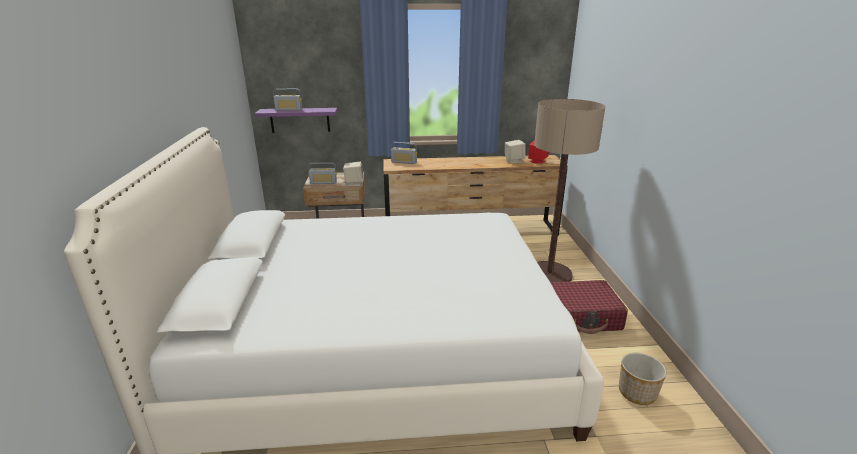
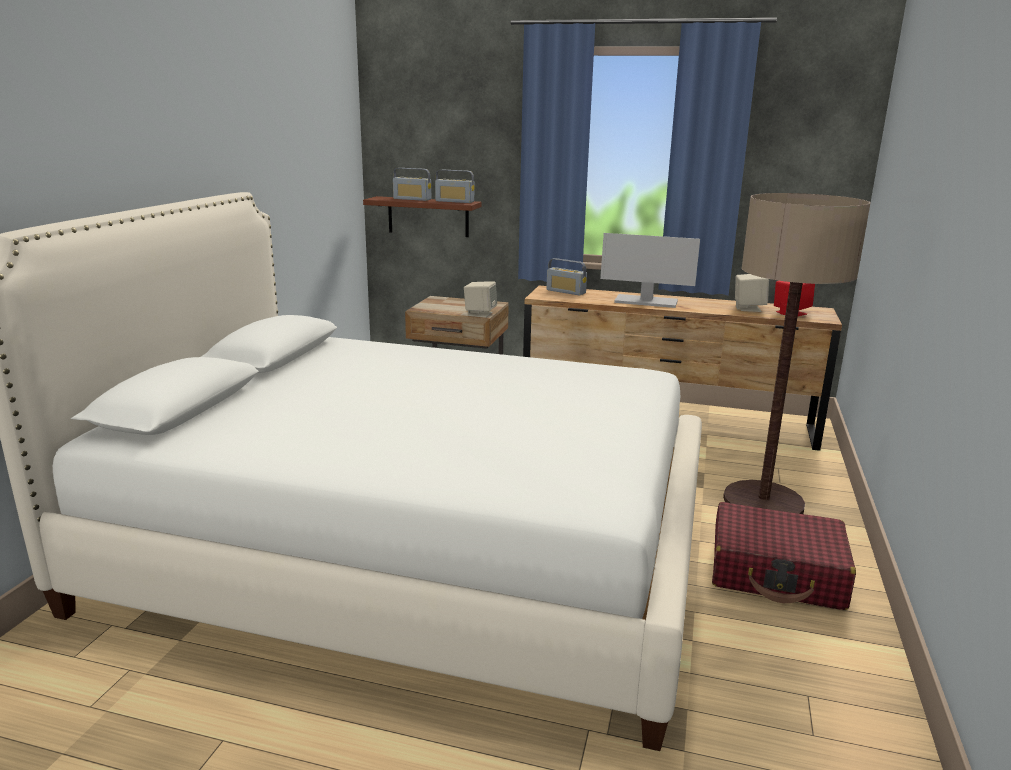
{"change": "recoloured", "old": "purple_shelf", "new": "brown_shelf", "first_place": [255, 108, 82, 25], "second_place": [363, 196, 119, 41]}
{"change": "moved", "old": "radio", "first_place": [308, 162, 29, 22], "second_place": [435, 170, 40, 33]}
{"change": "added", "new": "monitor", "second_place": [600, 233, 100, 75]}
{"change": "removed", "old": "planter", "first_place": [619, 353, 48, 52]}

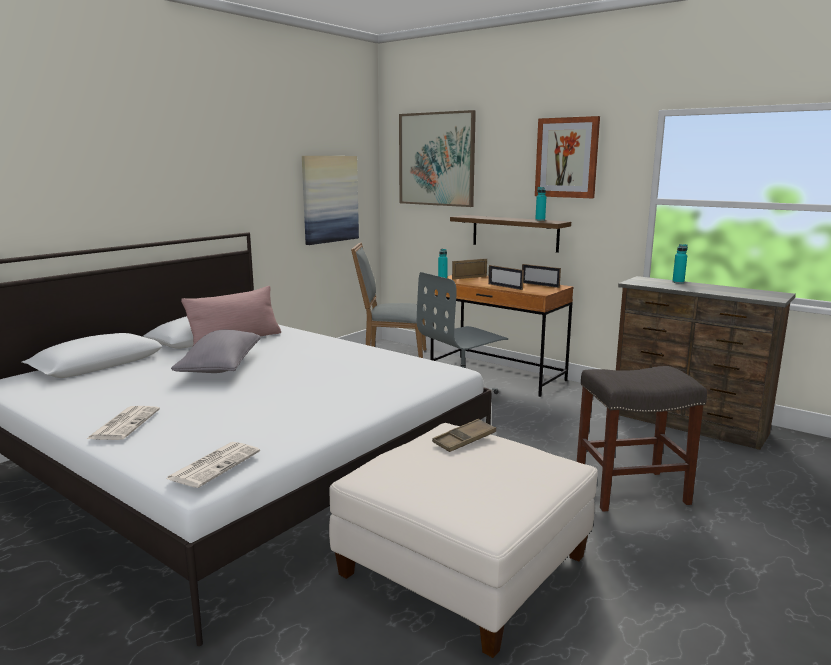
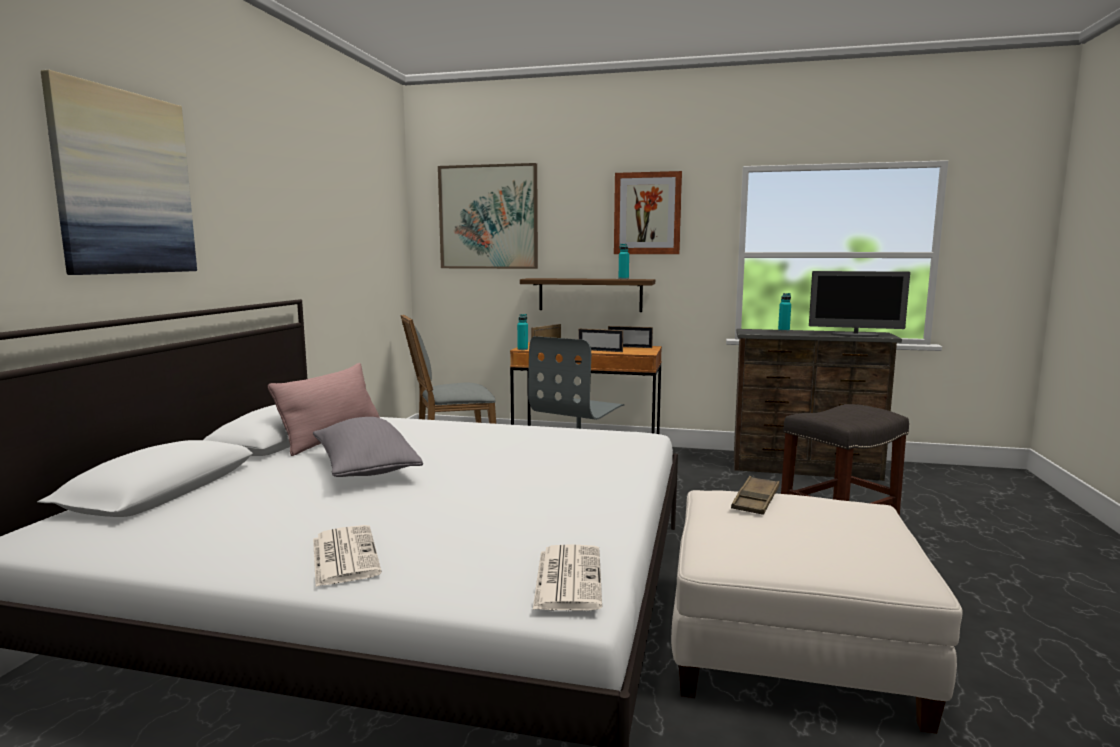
{"change": "moved", "old": "picture", "first_place": [302, 156, 57, 89], "second_place": [41, 70, 156, 205]}
{"change": "added", "new": "monitor", "second_place": [809, 271, 101, 66]}

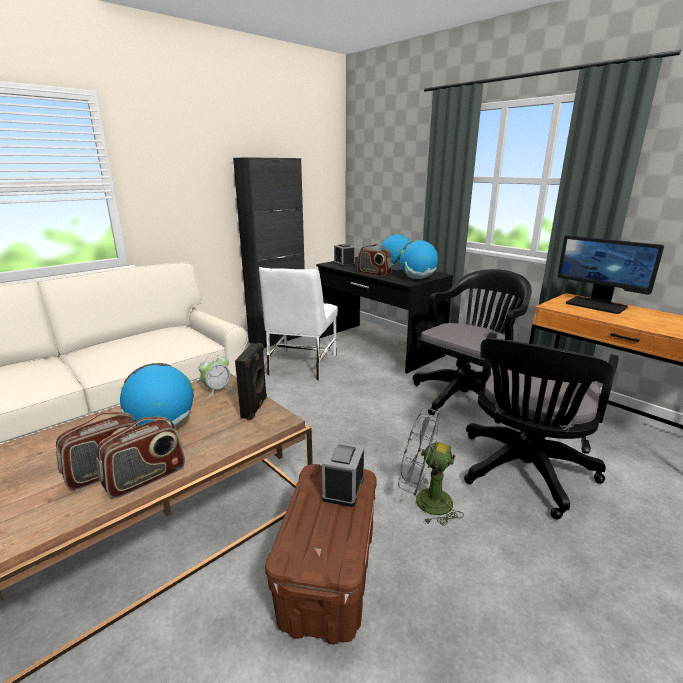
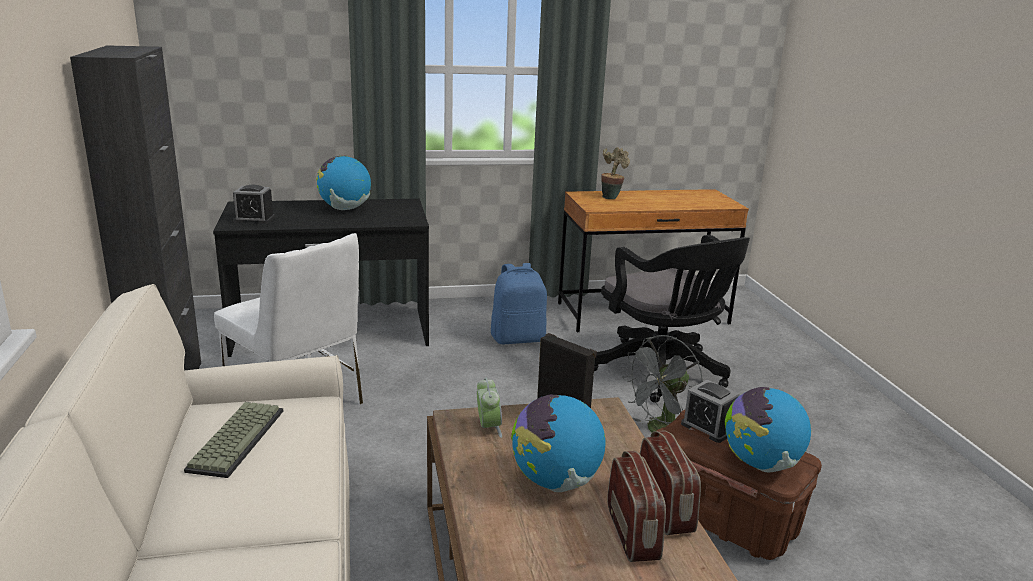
{"change": "added", "new": "keyboard", "second_place": [184, 402, 99, 76]}
{"change": "replaced", "old": "black_office_chair", "new": "blue_backpack", "first_place": [413, 269, 119, 155], "second_place": [491, 263, 56, 81]}
{"change": "replaced", "old": "monitor", "new": "potted_plant", "first_place": [557, 235, 107, 79], "second_place": [601, 147, 29, 52]}
{"change": "moved", "old": "globe", "first_place": [400, 240, 38, 39], "second_place": [725, 387, 86, 85]}
{"change": "removed", "old": "radio", "first_place": [357, 244, 35, 33]}

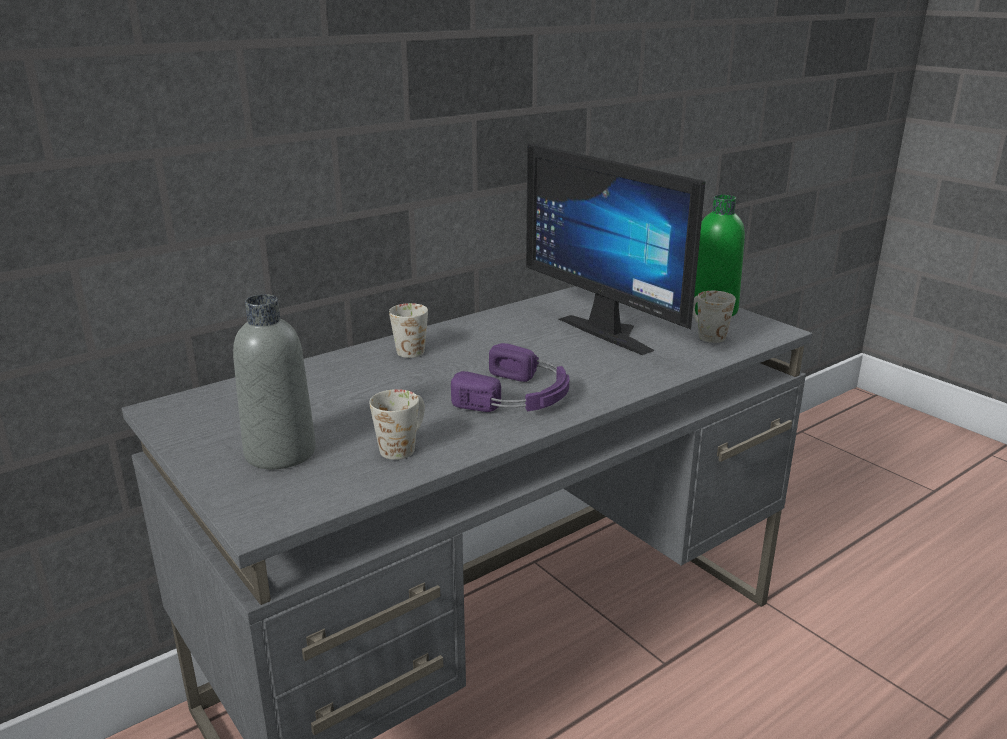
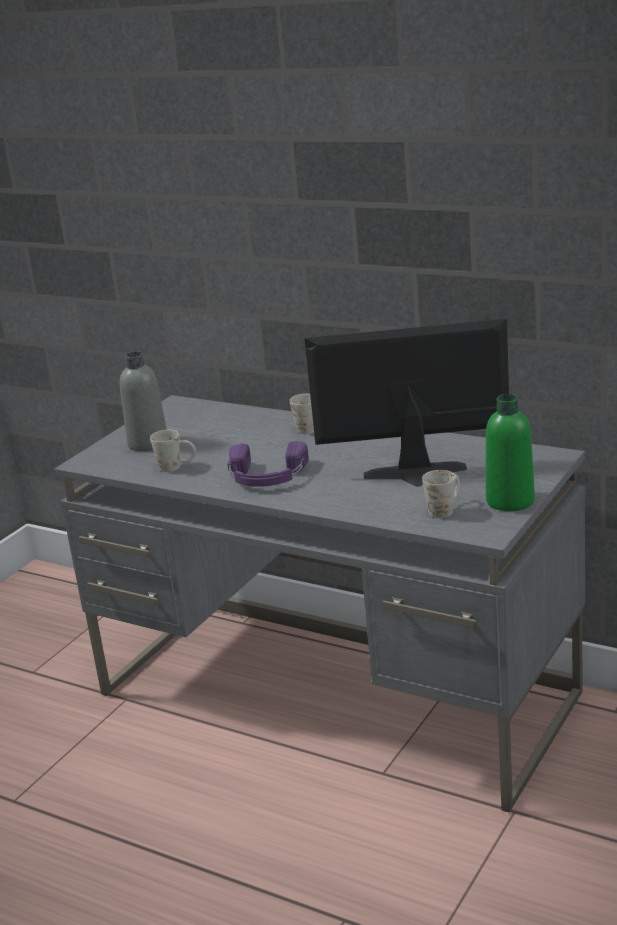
{"change": "turned", "old": "monitor", "first_place": [526, 143, 180, 212], "second_place": [305, 319, 204, 168], "degrees": 60}

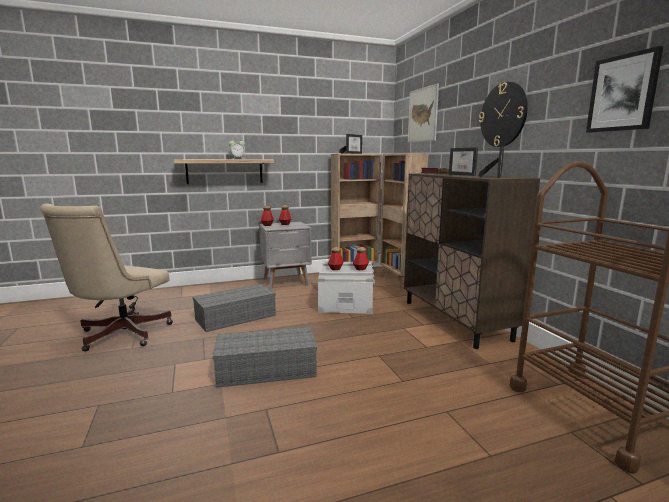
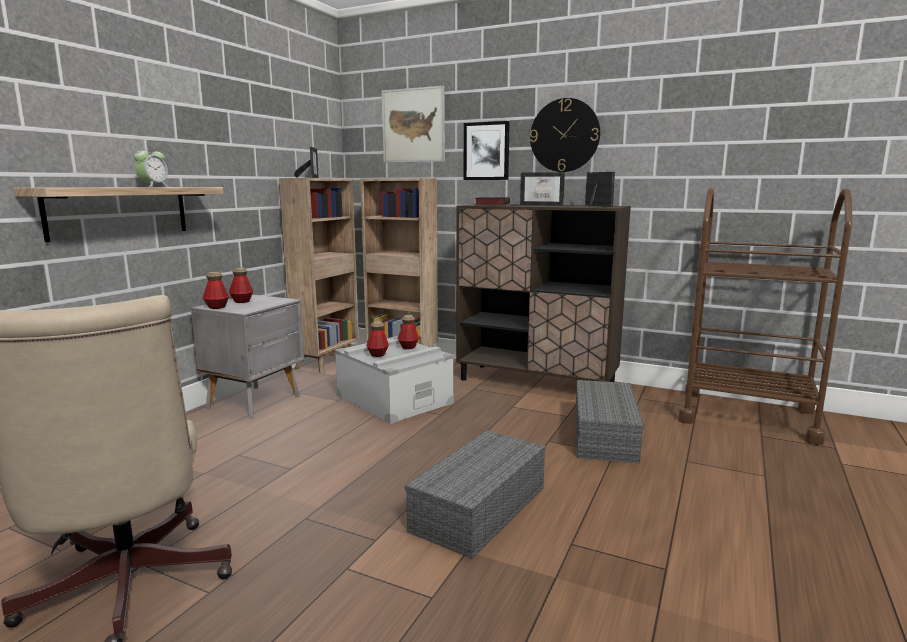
{"change": "moved", "old": "picture", "first_place": [586, 46, 77, 87], "second_place": [464, 121, 46, 59]}
{"change": "moved", "old": "grey_storage_box", "first_place": [193, 284, 83, 48], "second_place": [575, 380, 69, 84]}

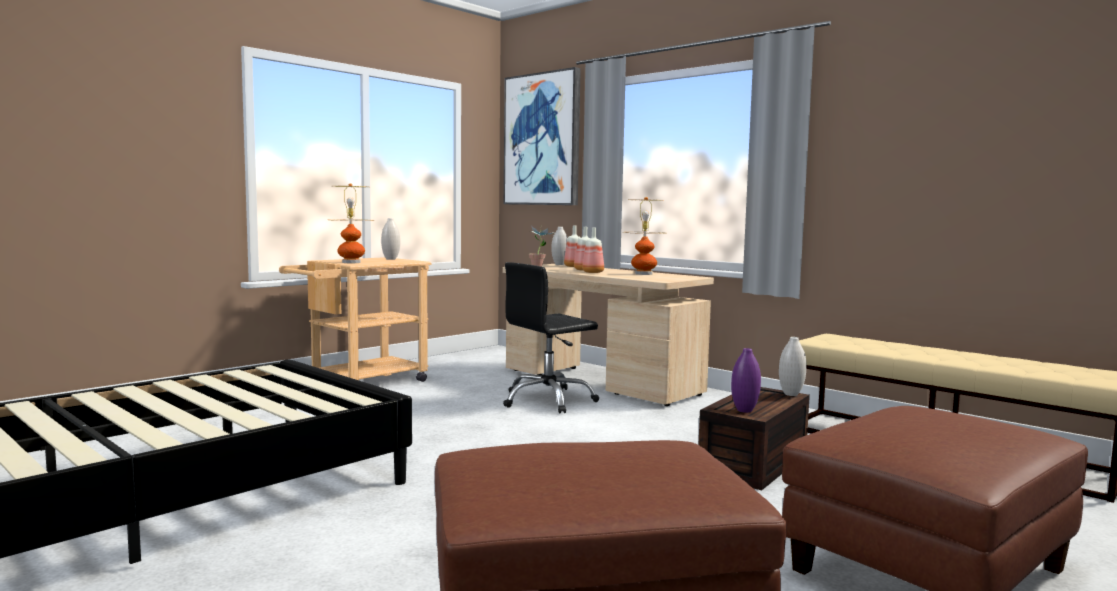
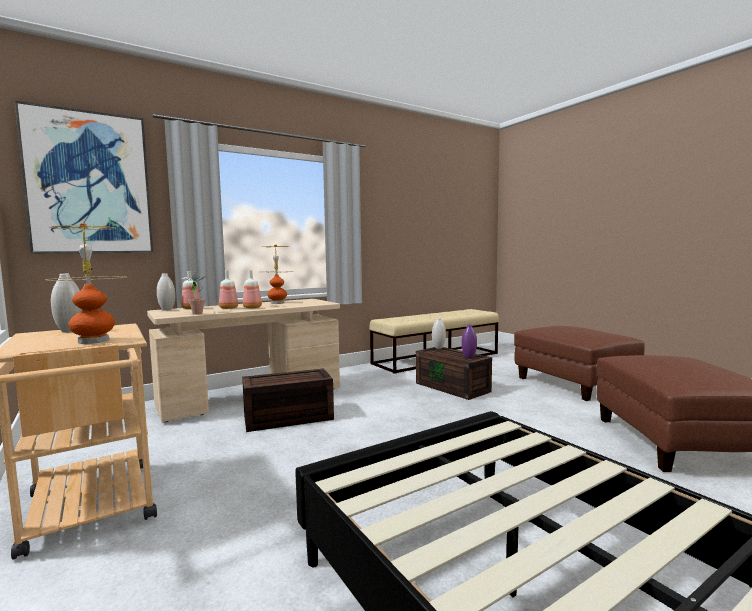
{"change": "replaced", "old": "black_office_chair", "new": "brown_storage_box", "first_place": [503, 262, 96, 151], "second_place": [242, 368, 92, 64]}

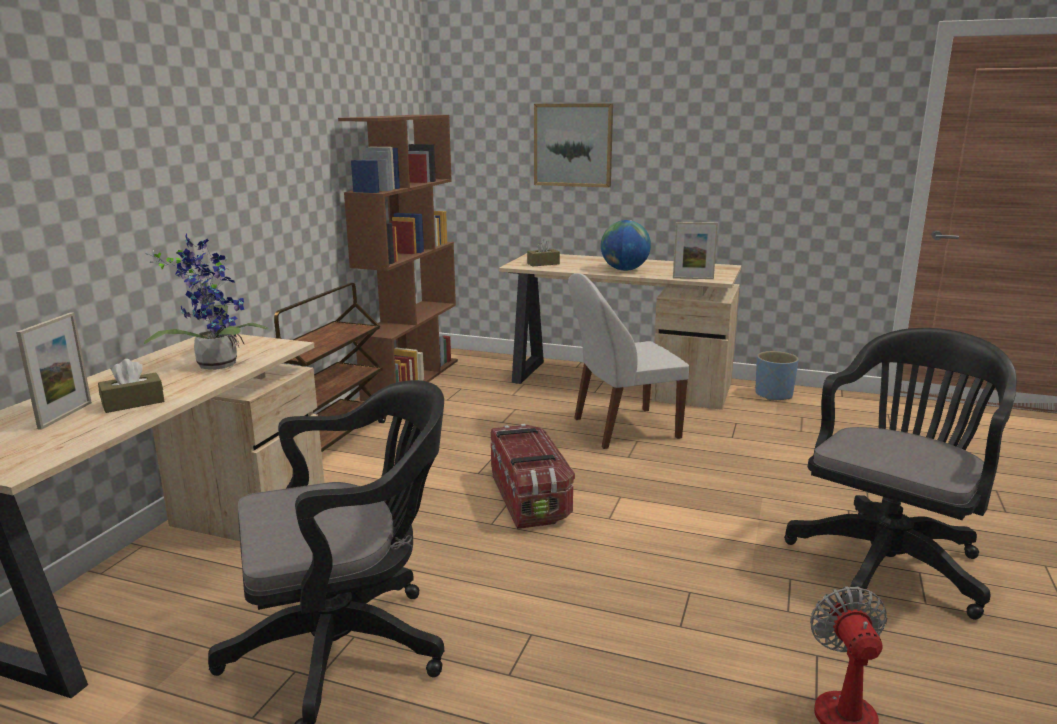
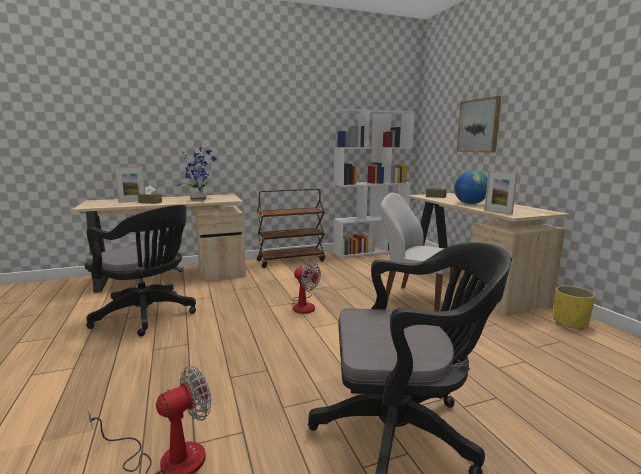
{"change": "replaced", "old": "storage_box", "new": "fan", "first_place": [491, 424, 84, 105], "second_place": [291, 262, 30, 52]}
{"change": "recoloured", "old": "brown_bookcase", "new": "white_bookcase", "first_place": [338, 115, 120, 286], "second_place": [333, 109, 82, 149]}
{"change": "recoloured", "old": "blue_planter", "new": "yellow_planter", "first_place": [755, 351, 44, 50], "second_place": [553, 285, 43, 45]}

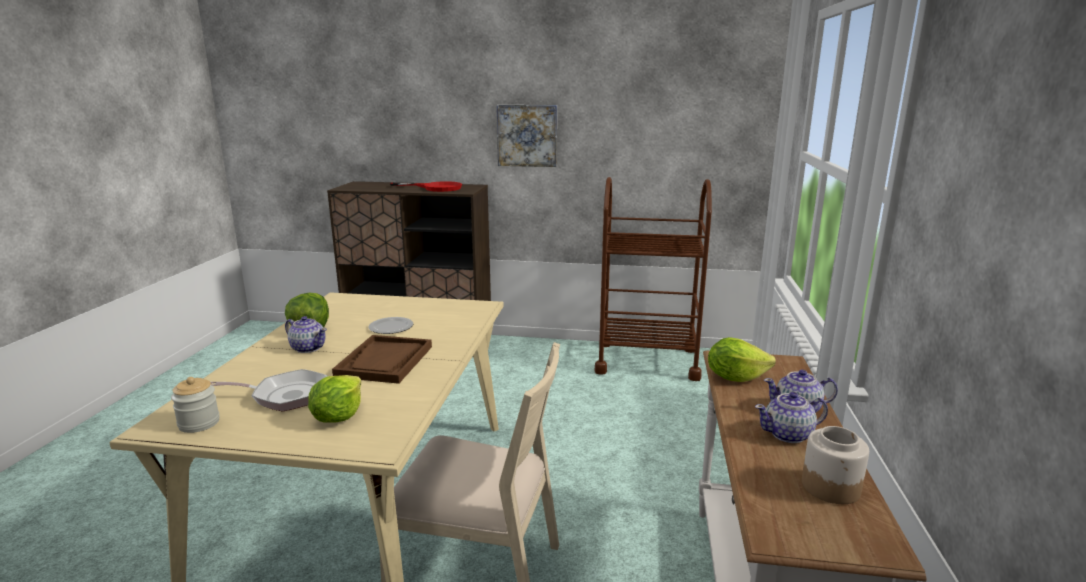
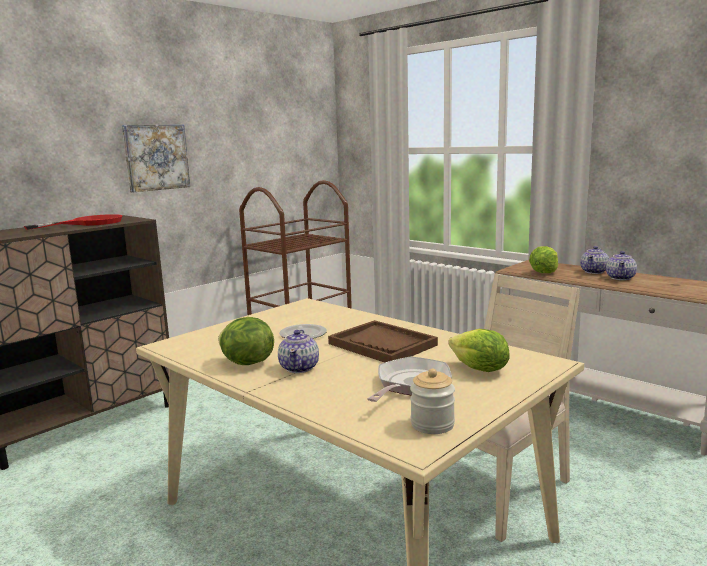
{"change": "turned", "old": "teapot", "first_place": [285, 316, 42, 37], "second_place": [278, 329, 41, 44], "degrees": 120}
{"change": "removed", "old": "jar", "first_place": [802, 426, 67, 78]}

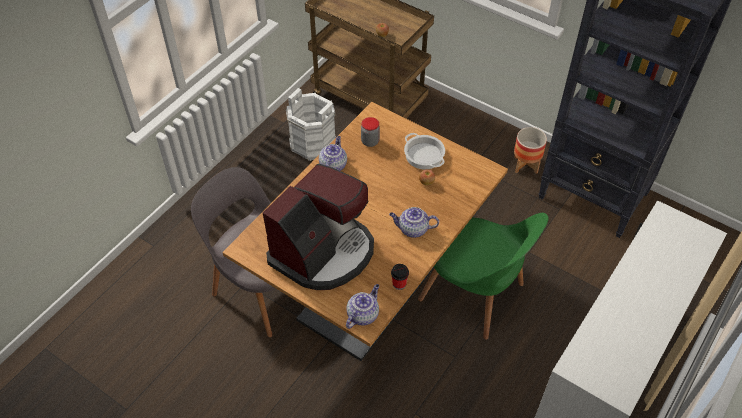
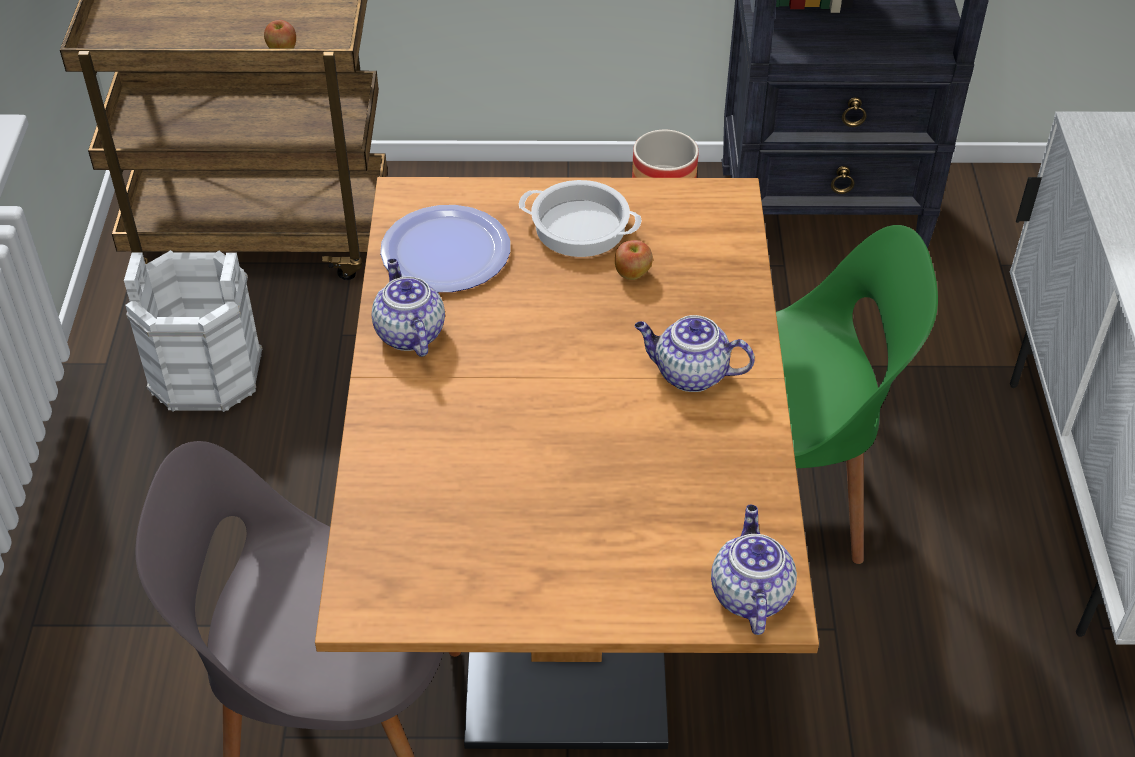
{"change": "replaced", "old": "jar", "new": "plate", "first_place": [361, 117, 19, 30], "second_place": [380, 205, 130, 87]}
{"change": "turned", "old": "teapot", "first_place": [389, 207, 50, 31], "second_place": [635, 315, 120, 77], "degrees": 45}
{"change": "removed", "old": "coffee_machine", "first_place": [263, 164, 111, 126]}
{"change": "removed", "old": "cup", "first_place": [391, 264, 18, 26]}

